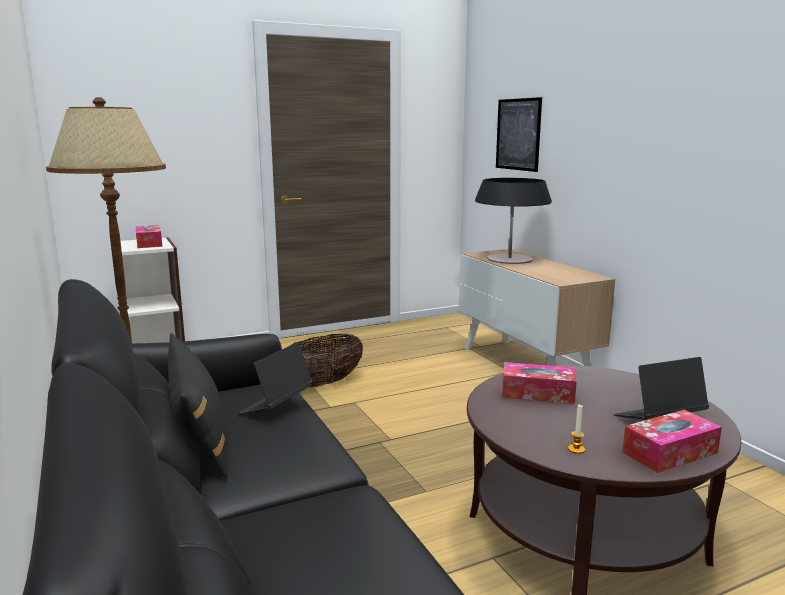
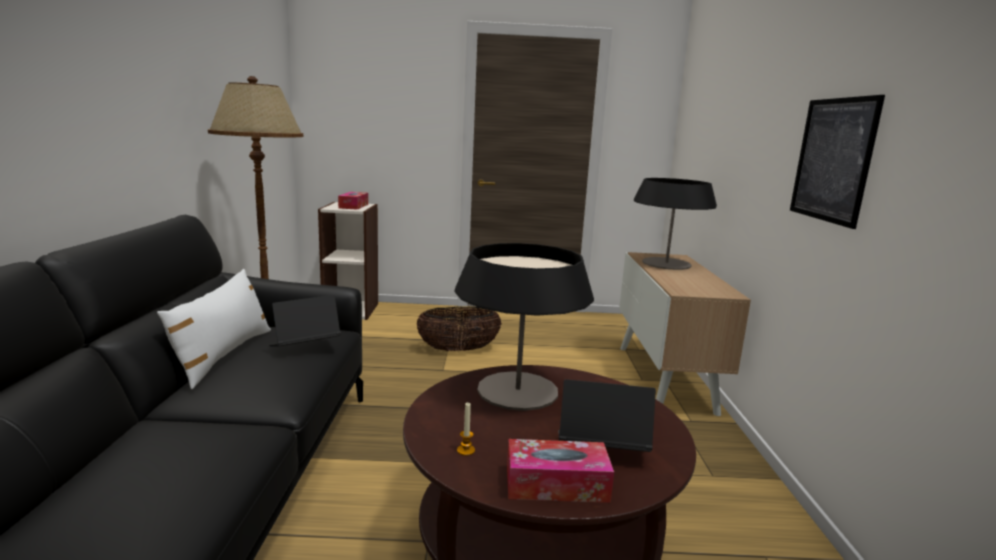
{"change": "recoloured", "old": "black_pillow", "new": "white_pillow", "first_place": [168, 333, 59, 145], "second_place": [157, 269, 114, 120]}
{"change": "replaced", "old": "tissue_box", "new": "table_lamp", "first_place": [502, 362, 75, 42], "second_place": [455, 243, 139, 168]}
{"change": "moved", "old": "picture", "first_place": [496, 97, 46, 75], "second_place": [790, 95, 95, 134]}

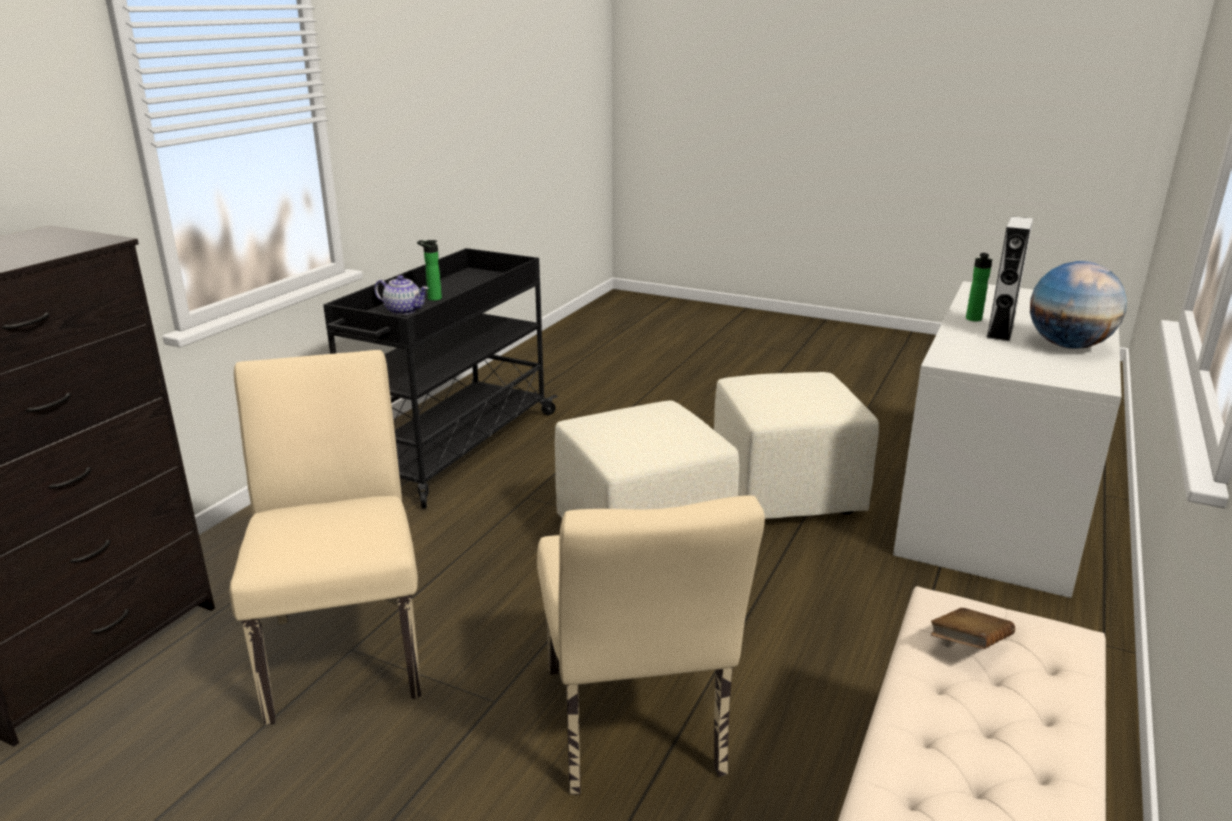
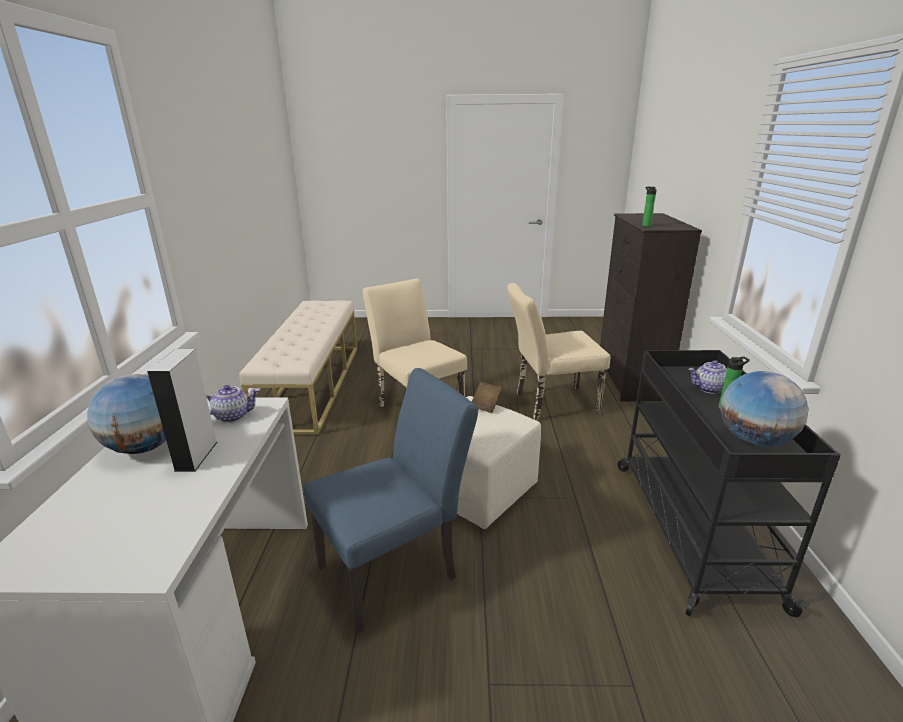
{"change": "added", "new": "teapot", "second_place": [206, 385, 54, 38]}
{"change": "replaced", "old": "beige_ottoman", "new": "blue_chair", "first_place": [714, 372, 165, 147], "second_place": [304, 368, 174, 266]}
{"change": "moved", "old": "brown_book", "first_place": [931, 608, 84, 41], "second_place": [472, 382, 30, 31]}
{"change": "turned", "old": "beige_chair", "first_place": [230, 350, 192, 375], "second_place": [507, 283, 103, 138], "degrees": 120}
{"change": "moved", "old": "bottle", "first_place": [966, 253, 26, 69], "second_place": [642, 187, 15, 40]}
{"change": "added", "new": "globe", "second_place": [720, 371, 89, 76]}

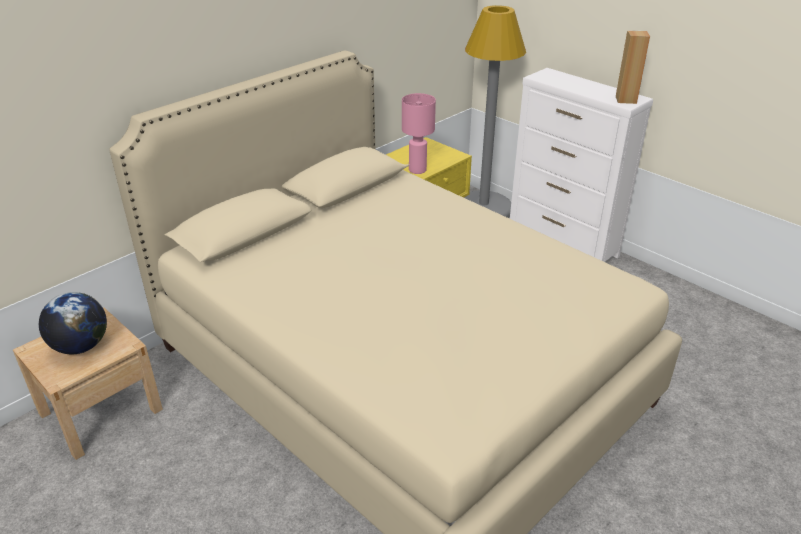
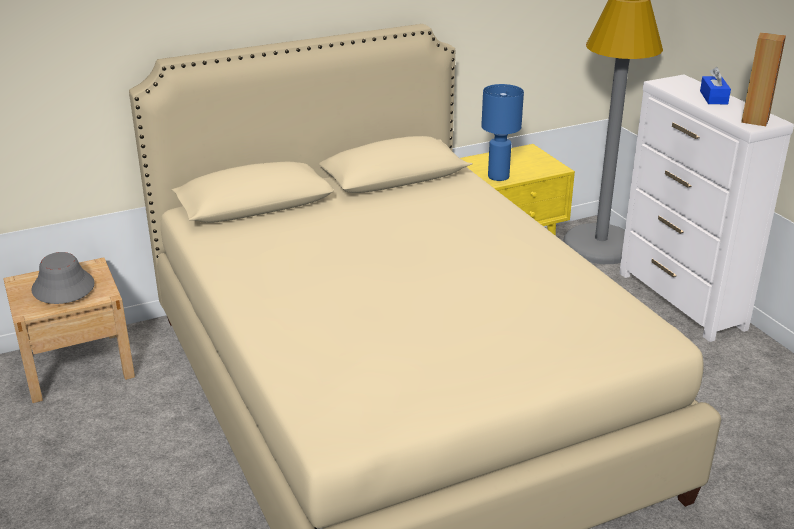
{"change": "replaced", "old": "globe", "new": "grey_hat", "first_place": [39, 292, 68, 62], "second_place": [31, 252, 64, 52]}
{"change": "recoloured", "old": "pink_table_lamp", "new": "blue_table_lamp", "first_place": [402, 93, 34, 81], "second_place": [481, 84, 43, 97]}
{"change": "added", "new": "blue_tissue_box", "second_place": [700, 67, 31, 37]}

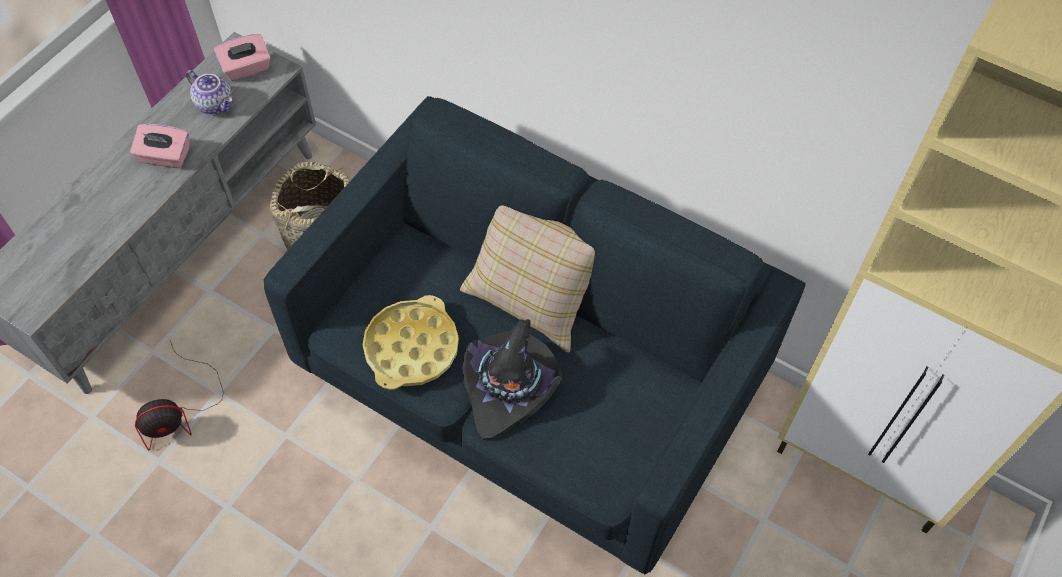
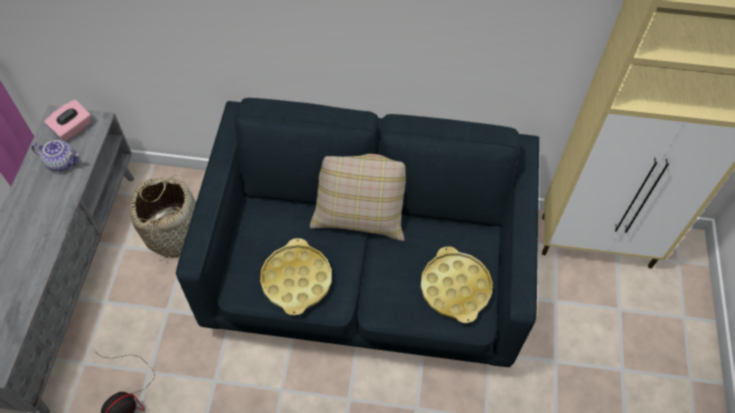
{"change": "added", "new": "yellow_tray", "second_place": [421, 247, 72, 76]}
{"change": "removed", "old": "pink_tissue_box", "first_place": [130, 124, 59, 44]}
{"change": "removed", "old": "black_hat", "first_place": [462, 319, 100, 121]}

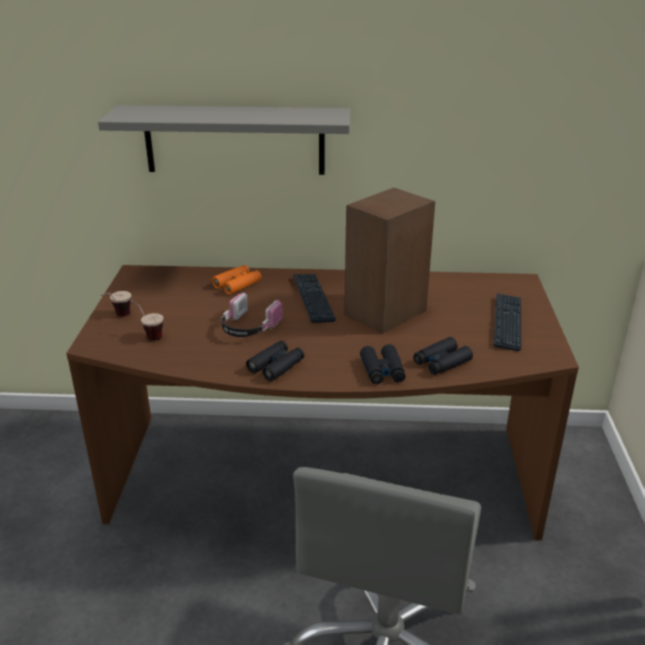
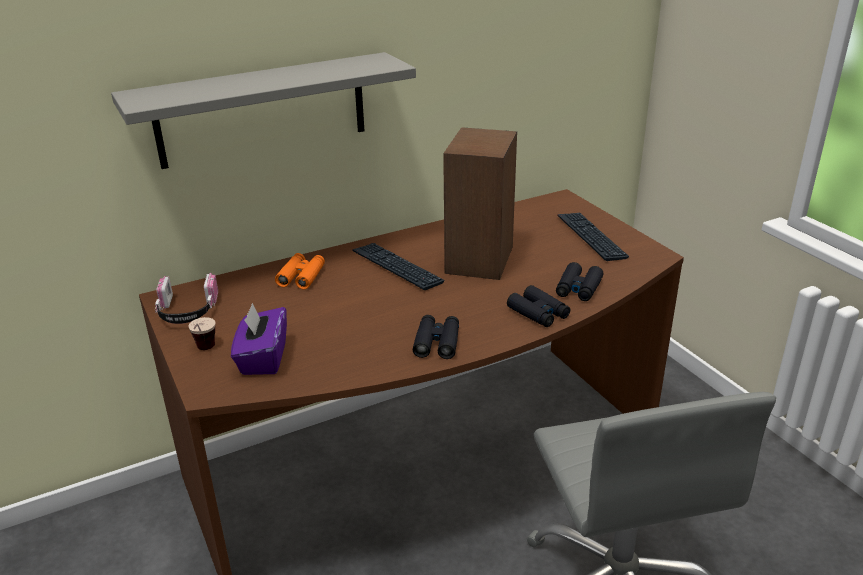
{"change": "moved", "old": "headphones", "first_place": [221, 292, 62, 45], "second_place": [155, 273, 63, 51]}
{"change": "replaced", "old": "cup", "new": "purple_tissue_box", "first_place": [128, 298, 35, 43], "second_place": [231, 303, 56, 72]}

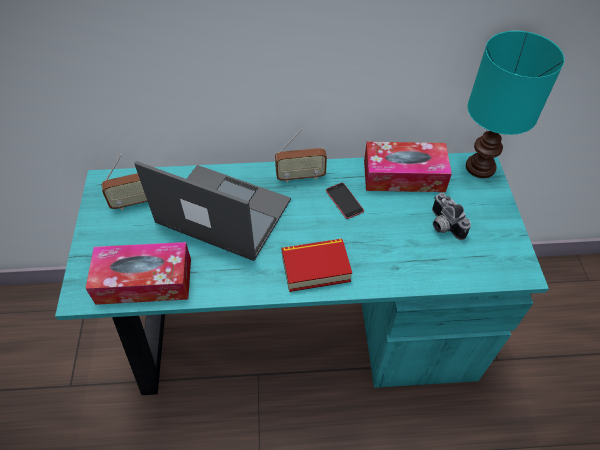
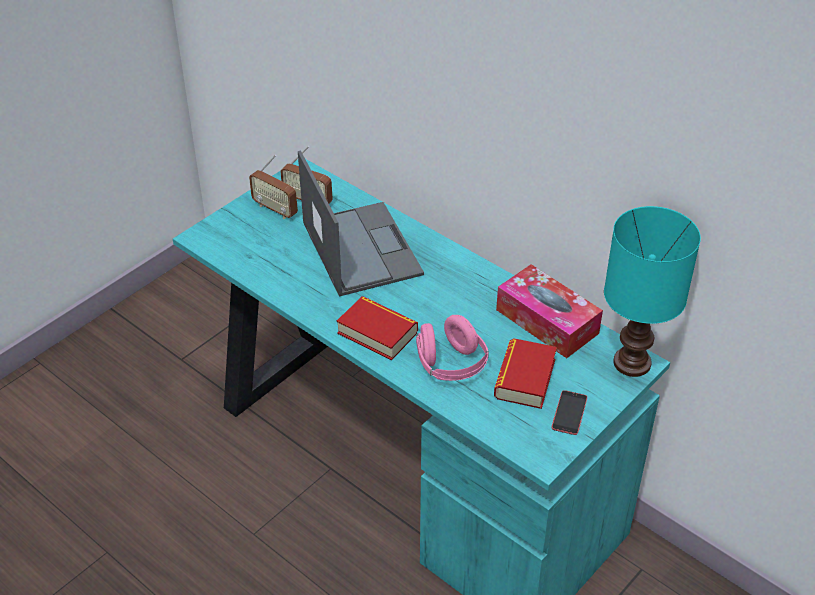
{"change": "moved", "old": "radio", "first_place": [275, 129, 52, 54], "second_place": [249, 155, 49, 64]}
{"change": "added", "new": "pink_headphones", "second_place": [416, 315, 73, 66]}
{"change": "replaced", "old": "photo_camera", "new": "book", "first_place": [432, 193, 39, 47], "second_place": [494, 338, 63, 71]}
{"change": "moved", "old": "phone", "first_place": [326, 183, 38, 36], "second_place": [551, 390, 36, 45]}
{"change": "removed", "old": "tissue_box", "first_place": [85, 242, 106, 63]}

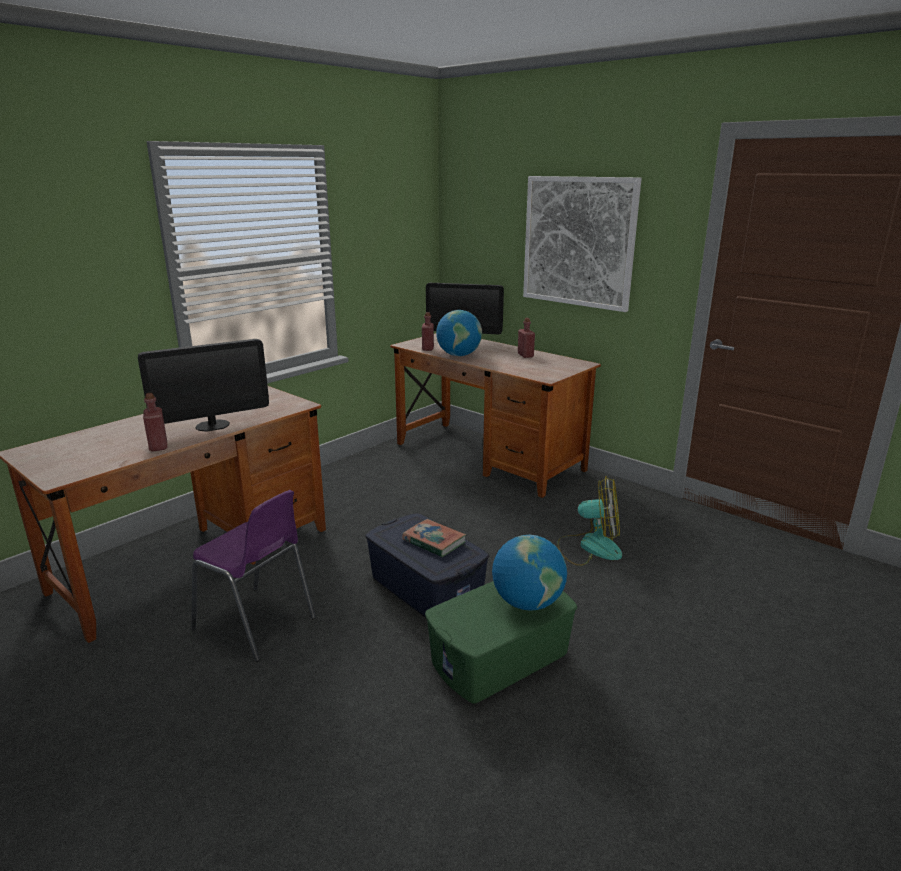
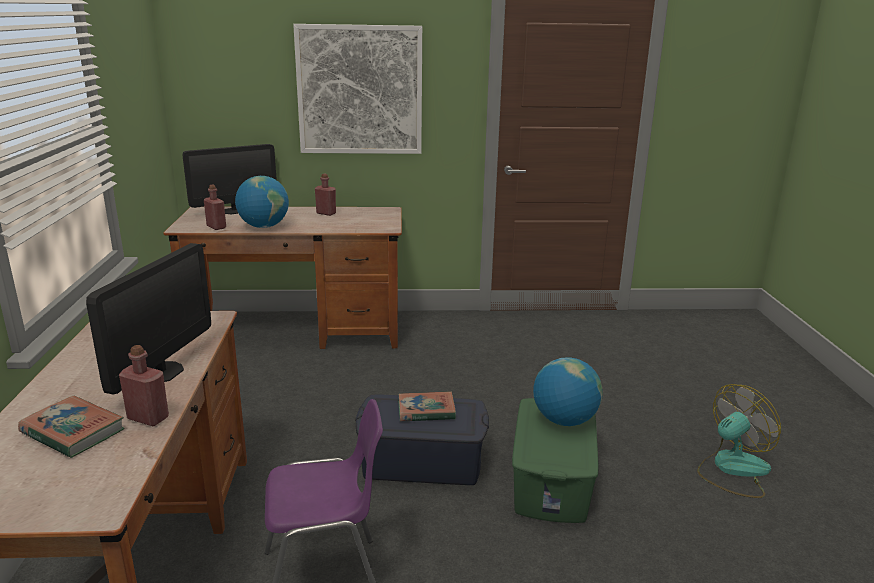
{"change": "added", "new": "book", "second_place": [18, 396, 106, 62]}
{"change": "moved", "old": "fan", "first_place": [557, 476, 65, 90], "second_place": [698, 384, 83, 114]}

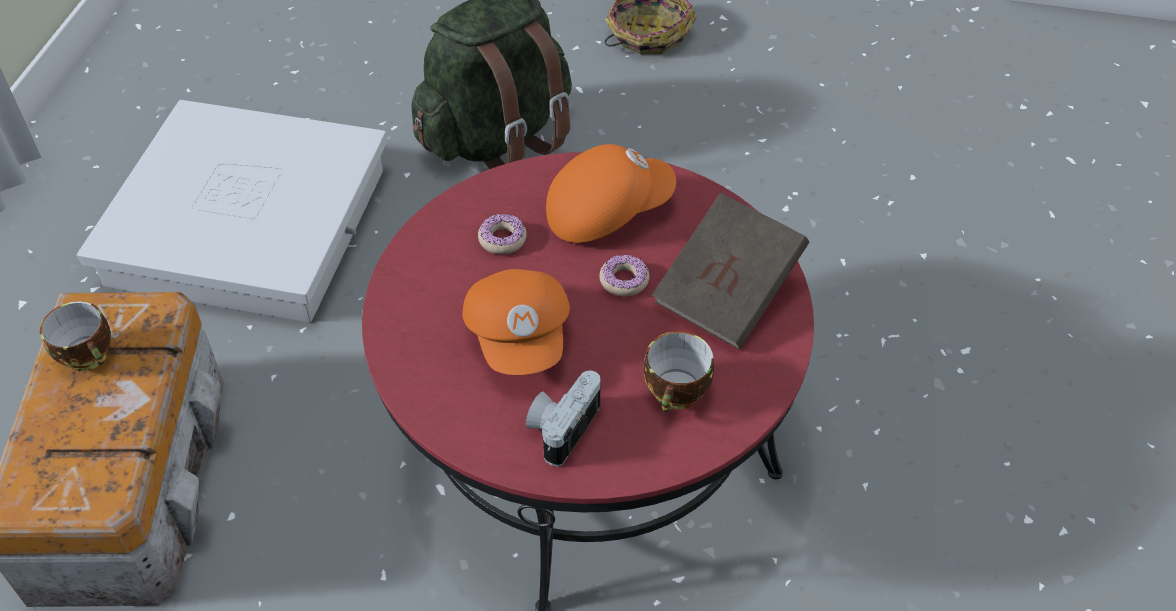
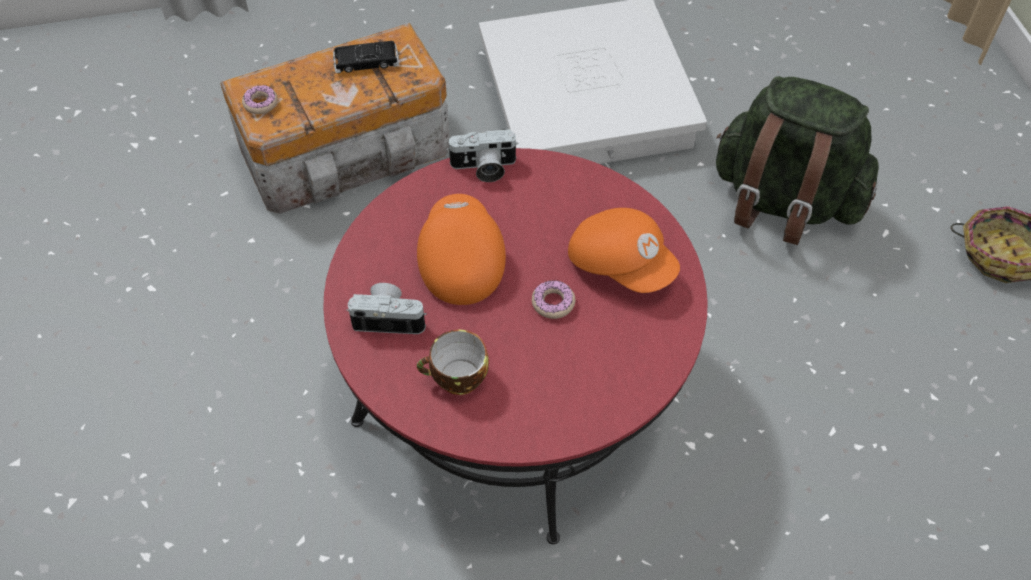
{"change": "moved", "old": "donut", "first_place": [478, 214, 49, 40], "second_place": [242, 85, 36, 29]}
{"change": "replaced", "old": "cup", "new": "black_toy_car", "first_place": [40, 301, 71, 70], "second_place": [333, 41, 66, 32]}
{"change": "turned", "old": "orange_cap", "first_place": [462, 269, 108, 106], "second_place": [417, 194, 89, 111], "degrees": 120}
{"change": "added", "new": "photo_camera", "second_place": [446, 129, 72, 53]}
{"change": "removed", "old": "brown_book", "first_place": [652, 192, 157, 157]}

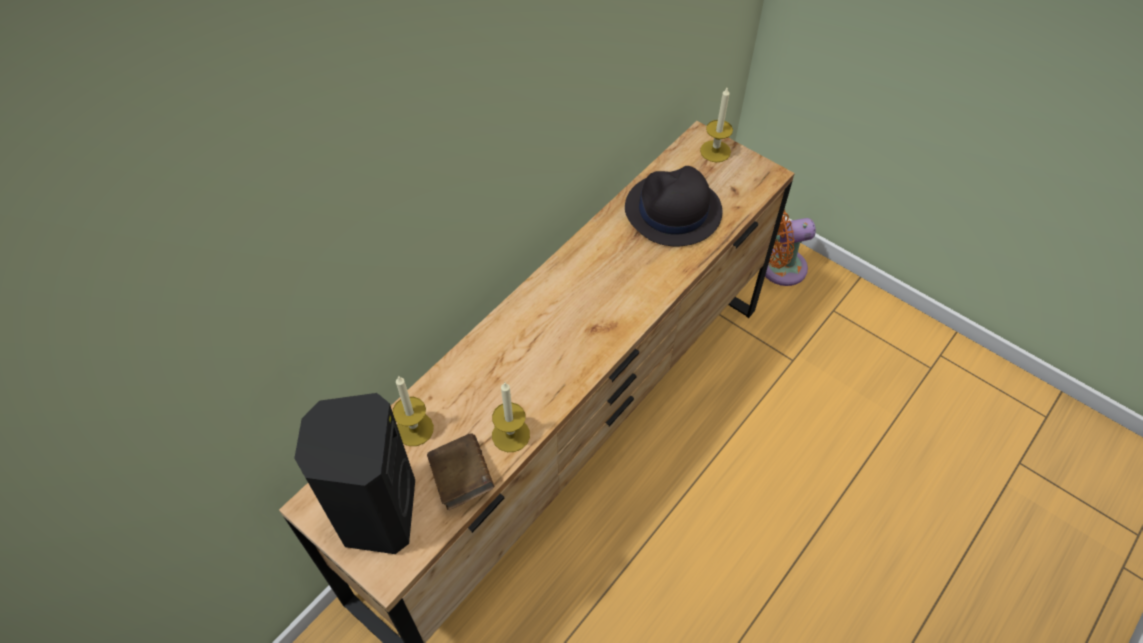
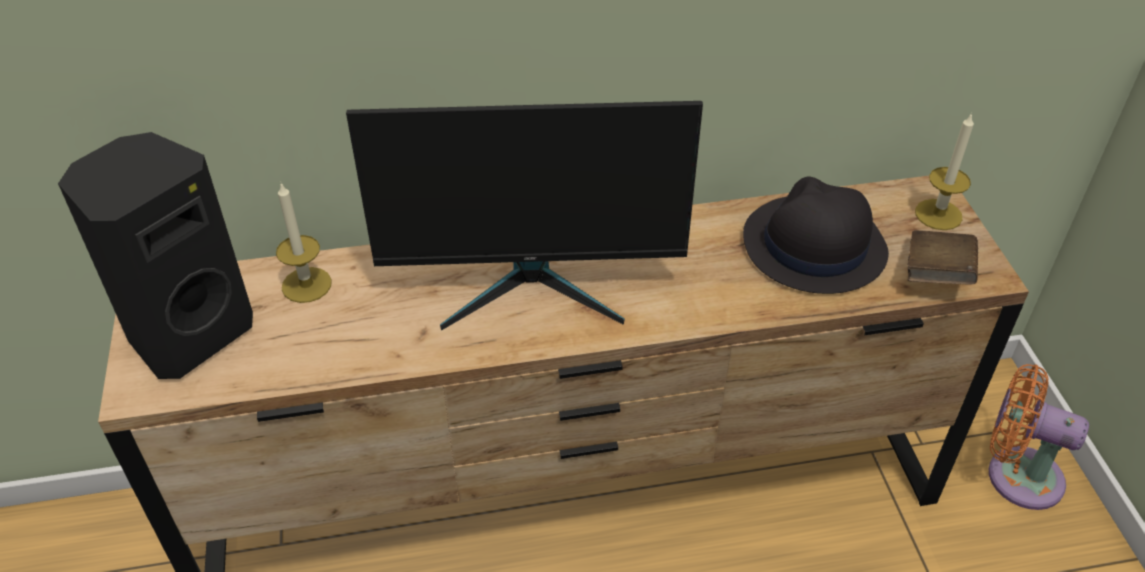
{"change": "added", "new": "monitor", "second_place": [346, 101, 357, 230]}
{"change": "moved", "old": "brown_book", "first_place": [427, 433, 67, 77], "second_place": [907, 230, 71, 55]}
{"change": "removed", "old": "candle", "first_place": [492, 383, 38, 69]}

